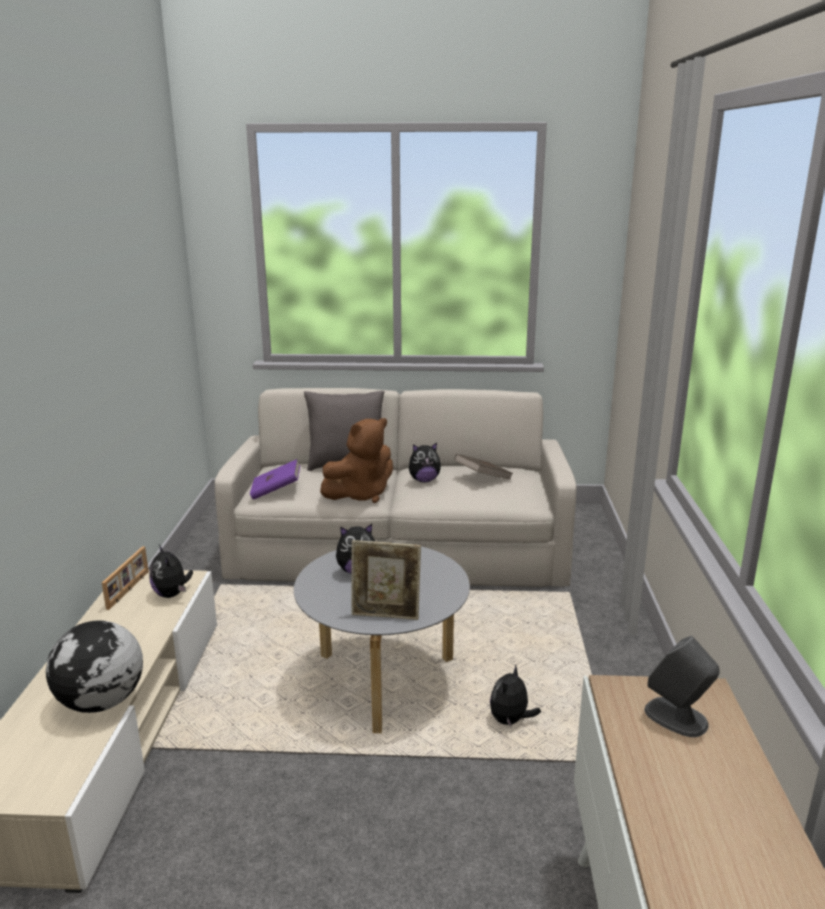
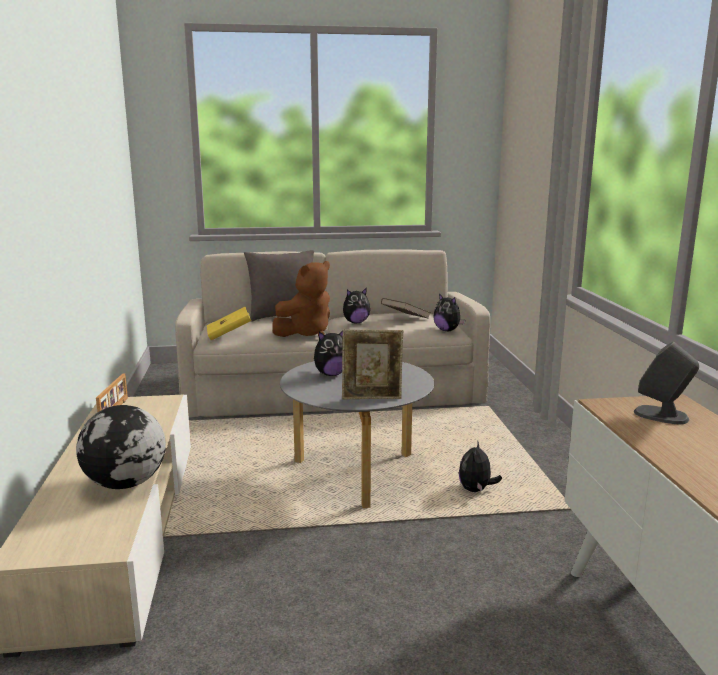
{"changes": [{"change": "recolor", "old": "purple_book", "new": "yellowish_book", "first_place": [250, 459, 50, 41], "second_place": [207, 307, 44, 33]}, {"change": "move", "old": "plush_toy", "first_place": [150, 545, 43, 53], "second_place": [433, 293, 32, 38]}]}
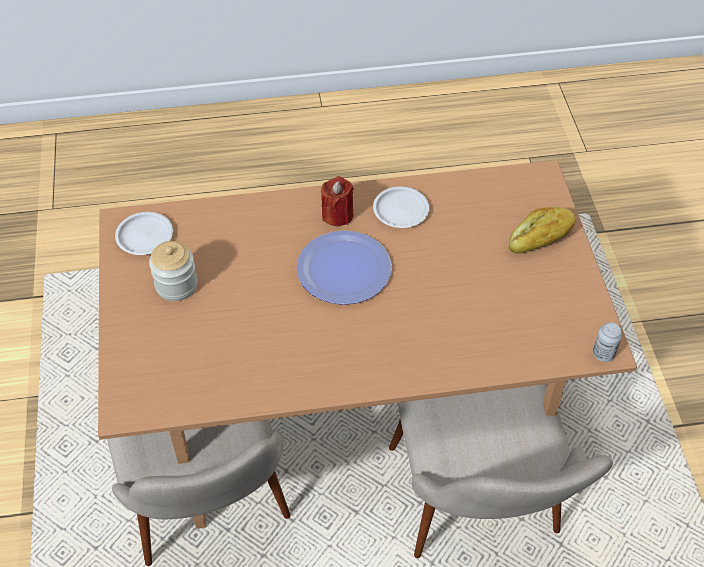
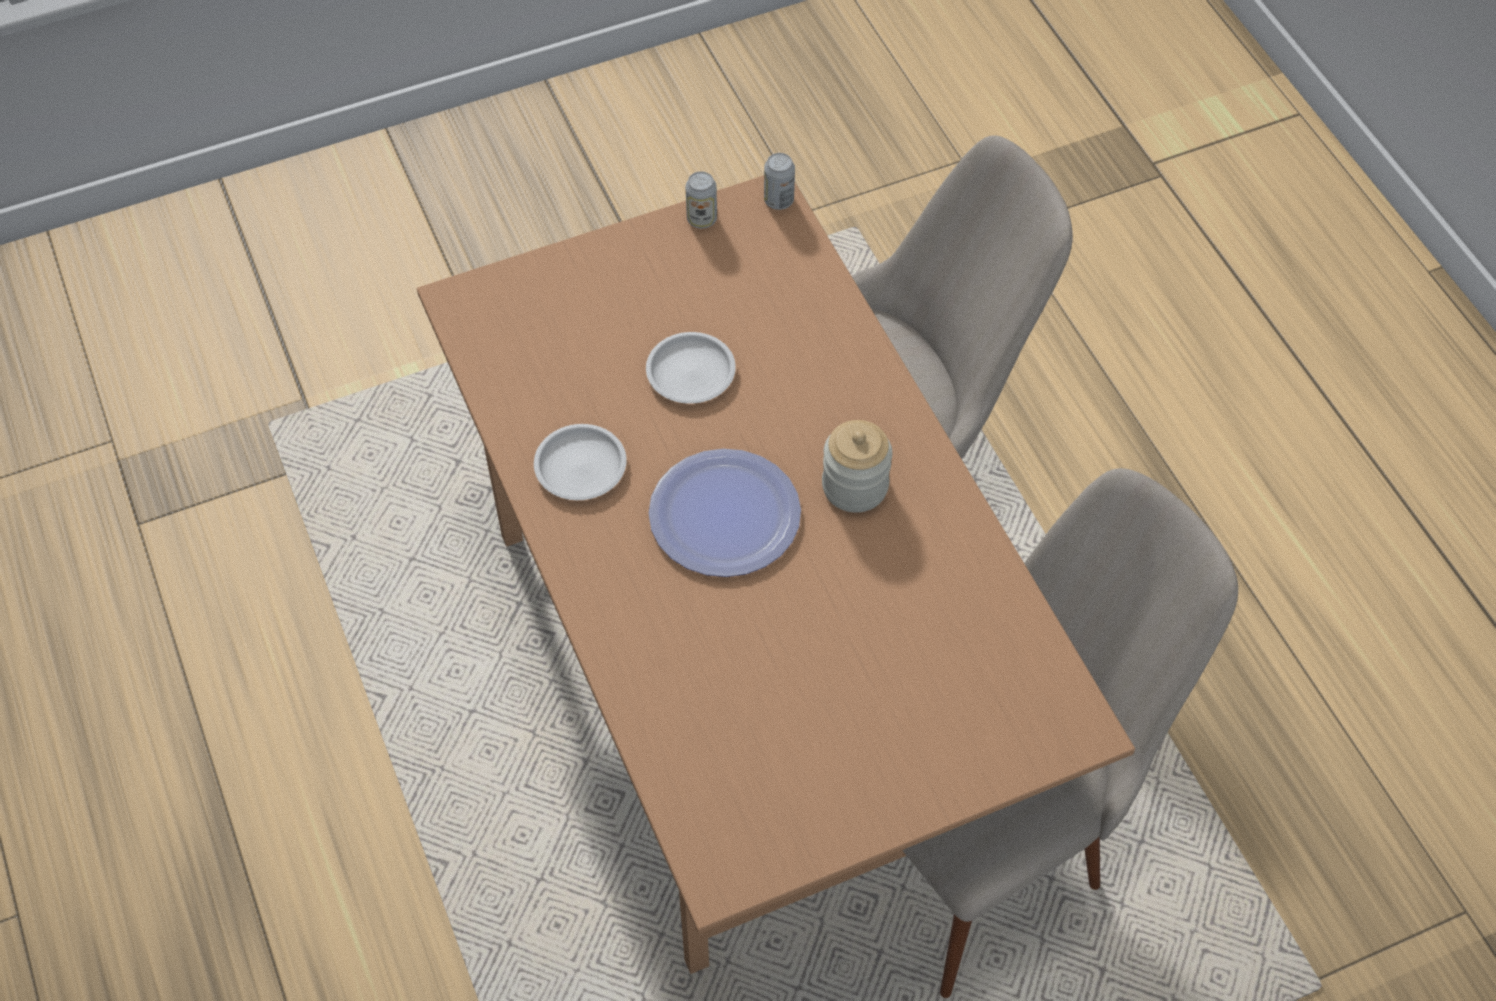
{"changes": [{"change": "move", "old": "white-coloured_dinner_plate", "first_place": [115, 212, 58, 43], "second_place": [646, 332, 90, 72]}, {"change": "insert", "new": "can", "second_place": [686, 171, 31, 57]}, {"change": "move", "old": "preserve_jar", "first_place": [149, 241, 49, 60], "second_place": [822, 420, 70, 93]}, {"change": "delete", "old": "red-coloured_candle", "first_place": [321, 176, 33, 50]}, {"change": "delete", "old": "baked_bread", "first_place": [509, 207, 67, 47]}]}
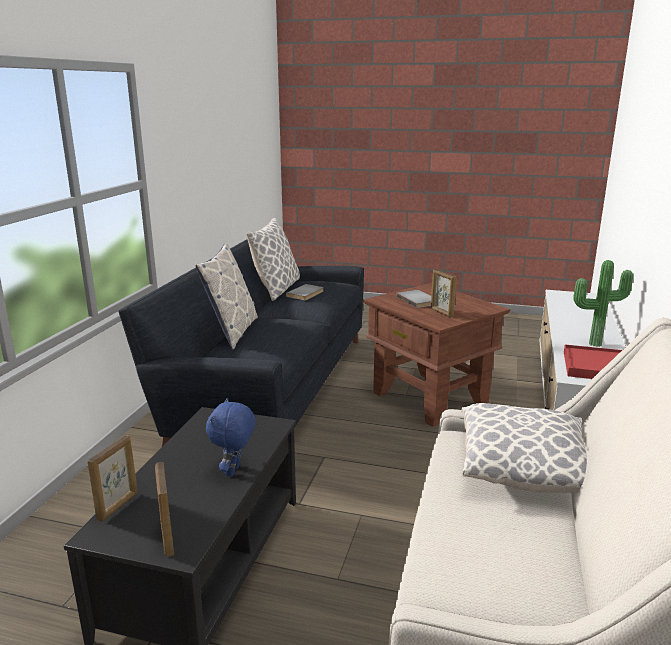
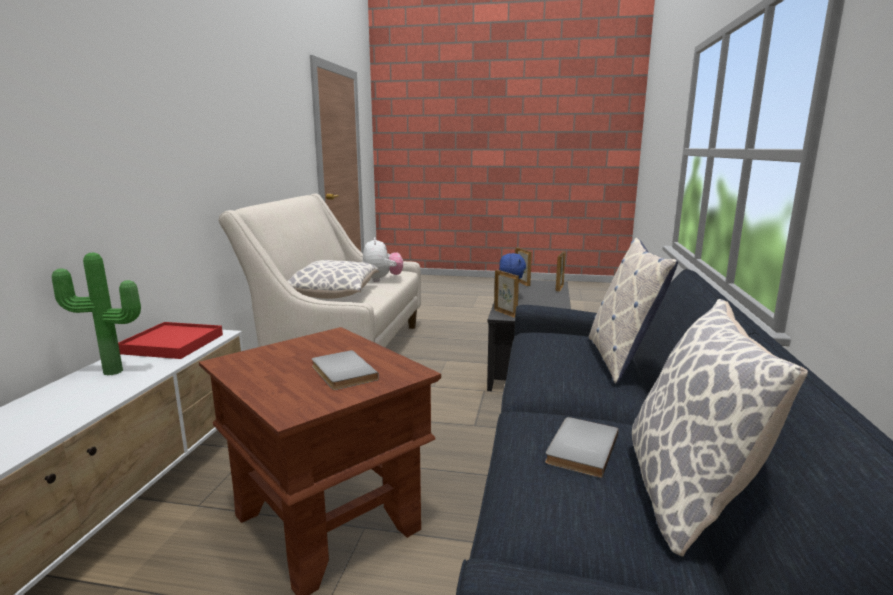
{"changes": [{"change": "insert", "new": "plush_toy", "second_place": [362, 237, 41, 45]}, {"change": "move", "old": "standing_frame", "first_place": [431, 269, 26, 49], "second_place": [494, 270, 25, 48]}]}
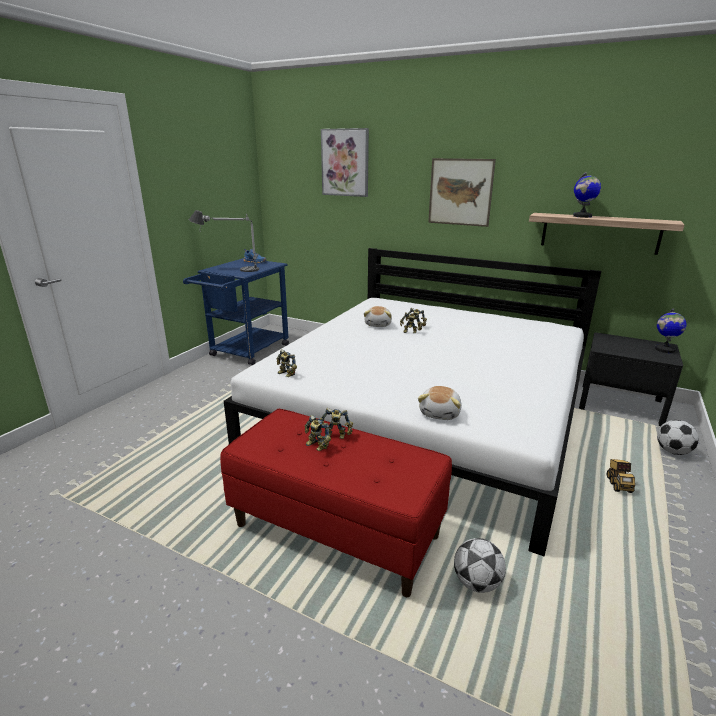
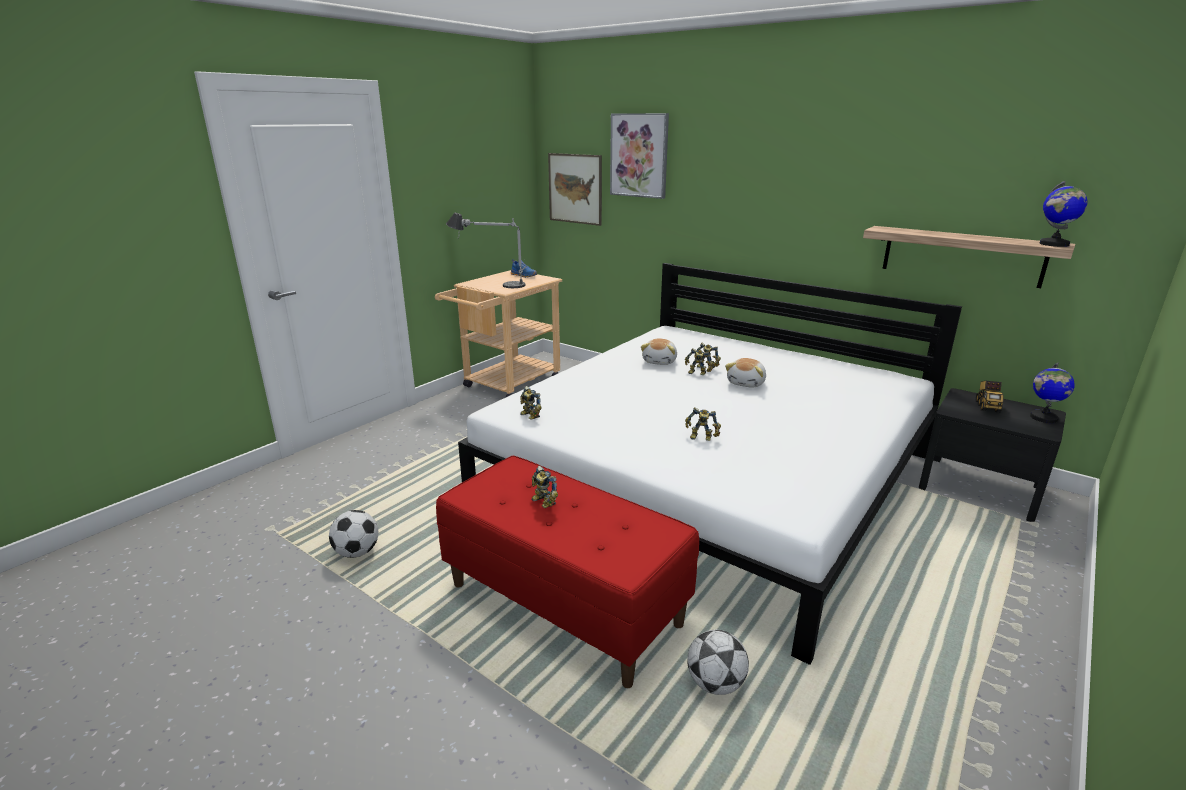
{"changes": [{"change": "move", "old": "football_ball", "first_place": [657, 420, 42, 35], "second_place": [329, 510, 49, 48]}, {"change": "recolor", "old": "bluish_wheeled_cart", "new": "beige-coloured_wheeled_cart", "first_place": [183, 258, 106, 107], "second_place": [435, 270, 127, 127]}, {"change": "move", "old": "wall_art", "first_place": [428, 158, 68, 69], "second_place": [548, 153, 54, 73]}, {"change": "move", "old": "robot_figure", "first_place": [320, 408, 33, 31], "second_place": [685, 407, 36, 34]}, {"change": "move", "old": "plush_toy", "first_place": [418, 386, 44, 34], "second_place": [725, 358, 41, 30]}, {"change": "move", "old": "toy_lorry", "first_place": [607, 459, 28, 34], "second_place": [976, 381, 28, 32]}, {"change": "move", "old": "world_globe", "first_place": [573, 172, 28, 46], "second_place": [1040, 181, 48, 66]}]}
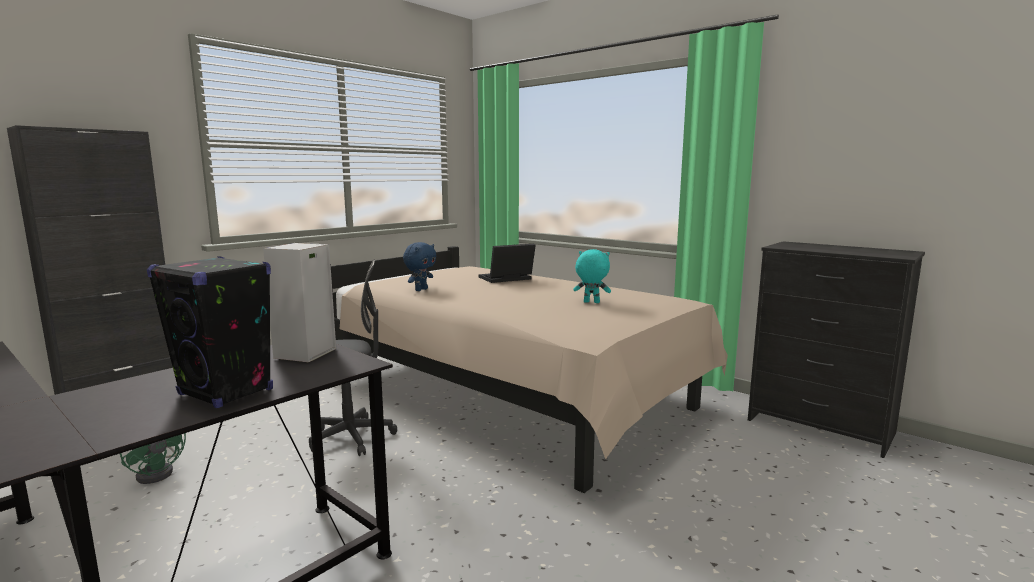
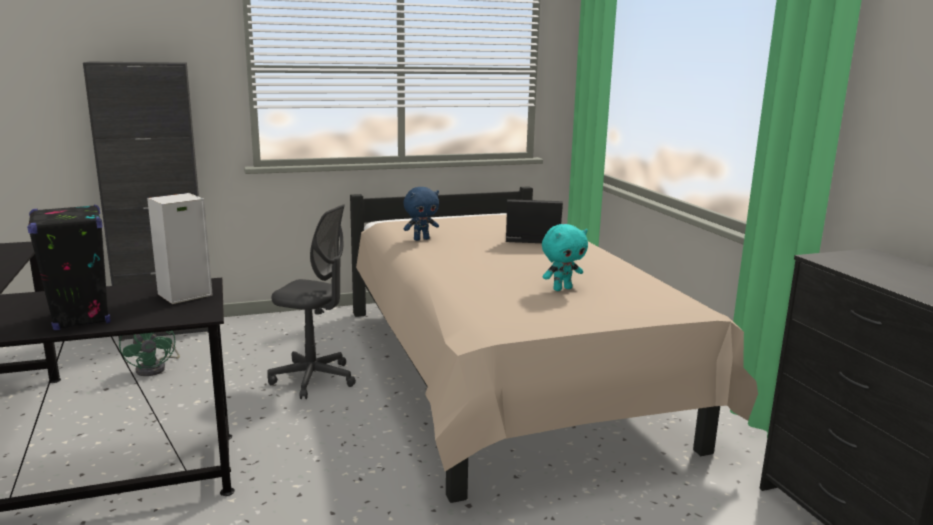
{"changes": [{"change": "rotate", "old": "turquoise_plush_toy", "first_place": [573, 249, 38, 54], "second_place": [542, 224, 46, 67], "degrees": 105}]}
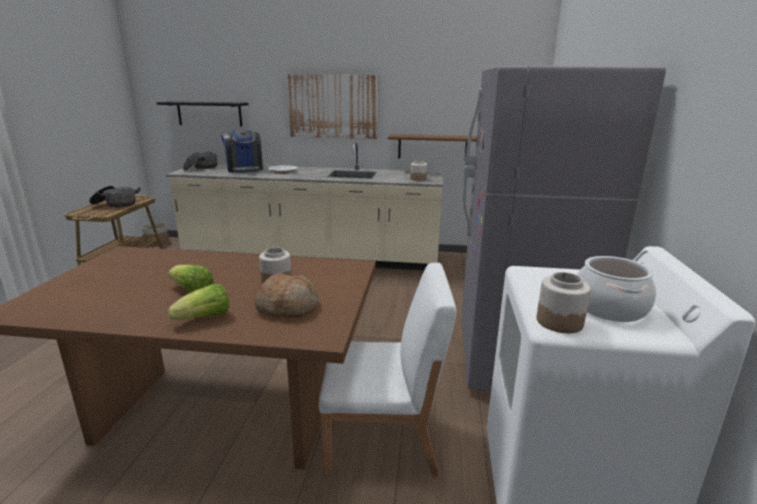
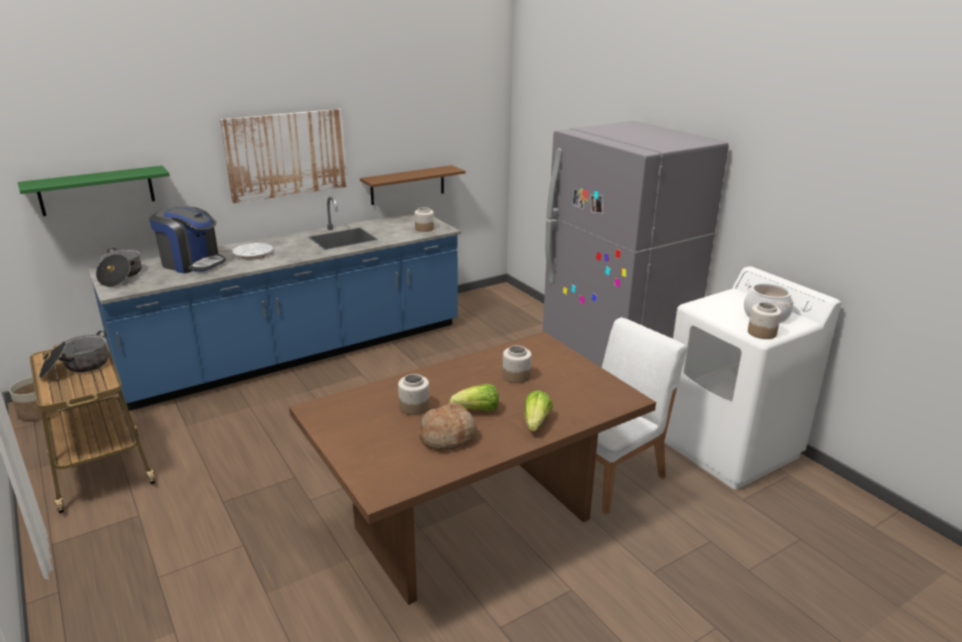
{"changes": [{"change": "recolor", "old": "black_bracket_shelf", "new": "greenish_bracket_shelf", "first_place": [156, 101, 93, 26], "second_place": [18, 166, 152, 50]}, {"change": "recolor", "old": "beige-coloured_kitchen_counter", "new": "bluish_kitchen_counter", "first_place": [166, 142, 277, 128], "second_place": [88, 197, 373, 214]}, {"change": "insert", "new": "preserve_jar", "second_place": [398, 374, 32, 41]}, {"change": "move", "old": "baked_bread", "first_place": [255, 273, 63, 45], "second_place": [419, 403, 58, 48]}]}
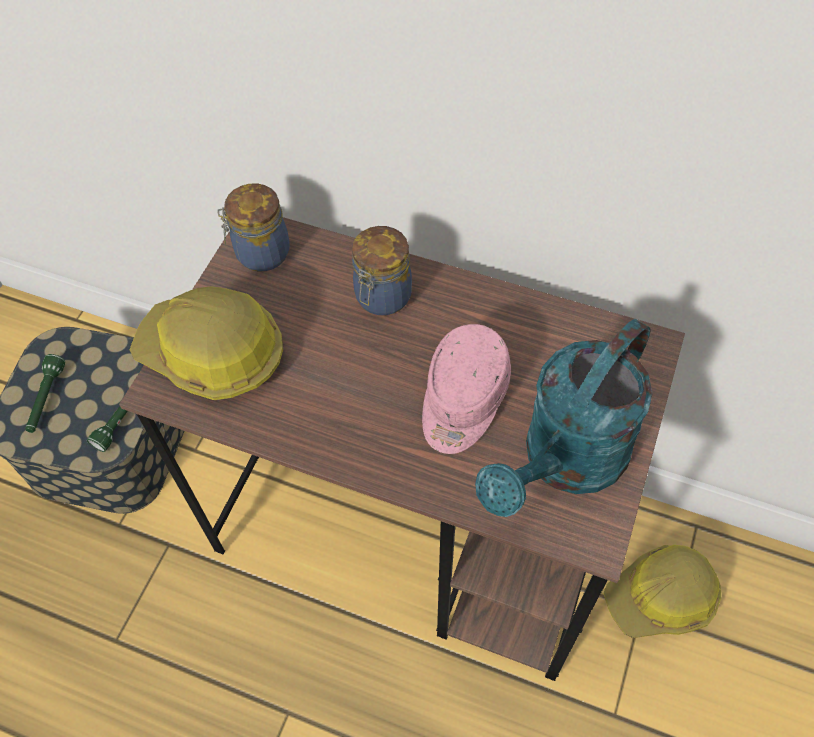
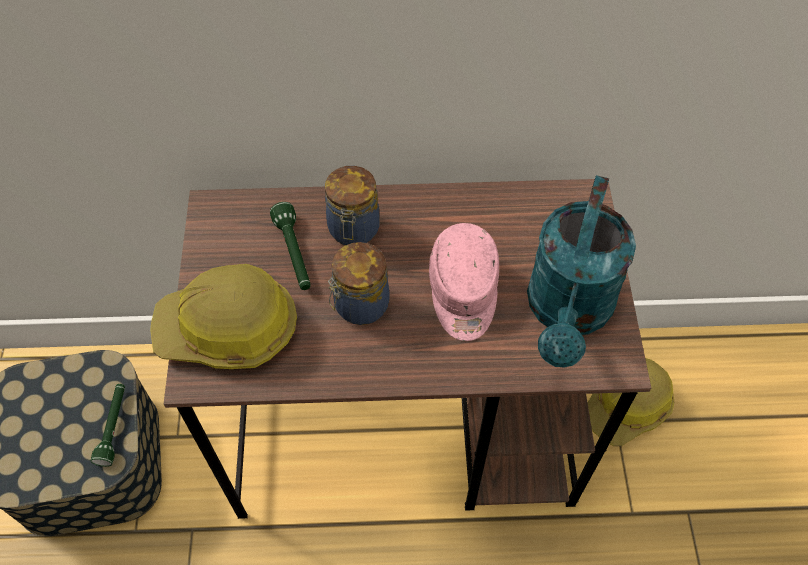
{"changes": [{"change": "move", "old": "greenish_torch", "first_place": [26, 354, 39, 79], "second_place": [270, 202, 41, 88]}, {"change": "move", "old": "preserve_jar", "first_place": [218, 183, 72, 89], "second_place": [328, 242, 62, 83]}]}
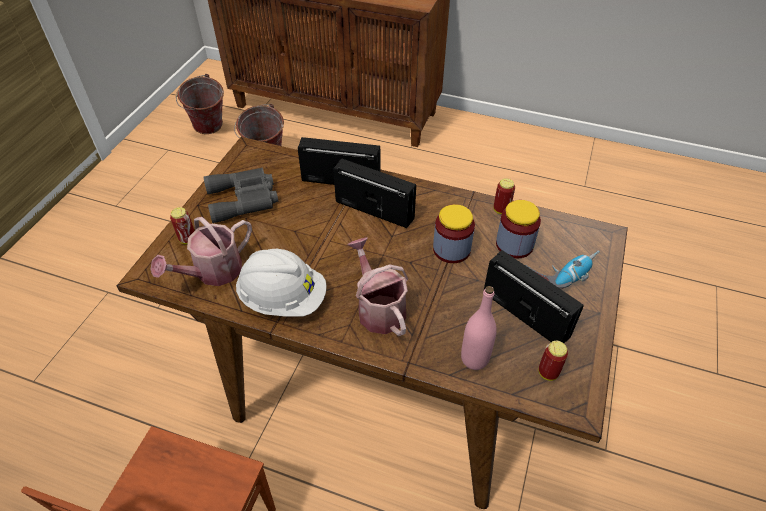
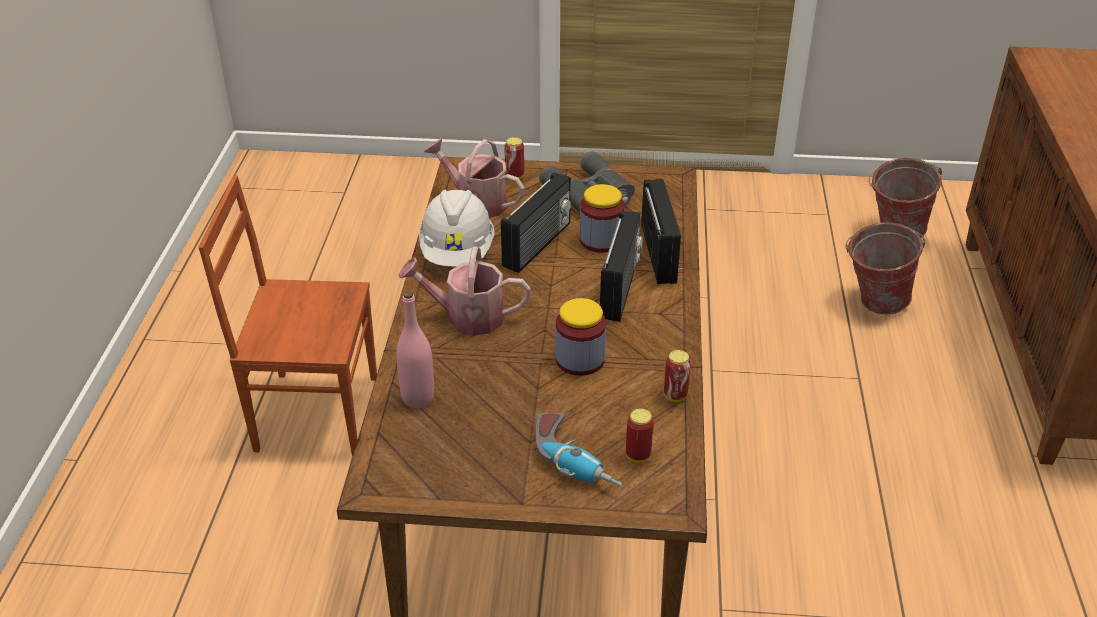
{"changes": [{"change": "rotate", "old": "sprinkling_can", "first_place": [347, 238, 61, 98], "second_place": [398, 246, 132, 90], "degrees": -135}, {"change": "move", "old": "radio_receiver", "first_place": [484, 250, 100, 93], "second_place": [501, 173, 70, 100]}, {"change": "move", "old": "preserve_jar", "first_place": [496, 200, 45, 58], "second_place": [580, 184, 45, 69]}, {"change": "move", "old": "can", "first_place": [538, 341, 30, 40], "second_place": [626, 408, 28, 55]}]}
